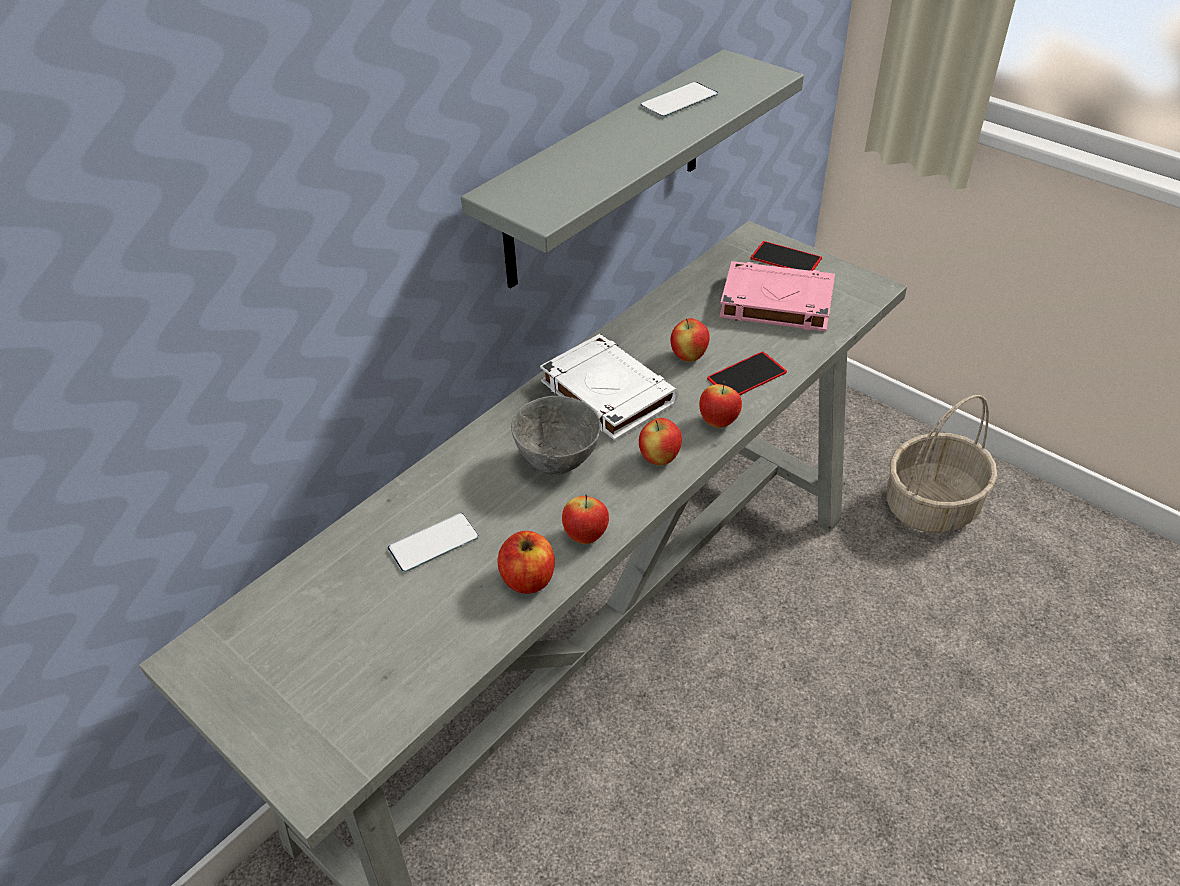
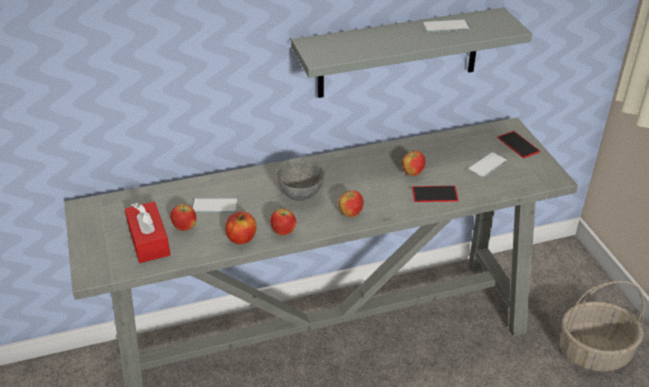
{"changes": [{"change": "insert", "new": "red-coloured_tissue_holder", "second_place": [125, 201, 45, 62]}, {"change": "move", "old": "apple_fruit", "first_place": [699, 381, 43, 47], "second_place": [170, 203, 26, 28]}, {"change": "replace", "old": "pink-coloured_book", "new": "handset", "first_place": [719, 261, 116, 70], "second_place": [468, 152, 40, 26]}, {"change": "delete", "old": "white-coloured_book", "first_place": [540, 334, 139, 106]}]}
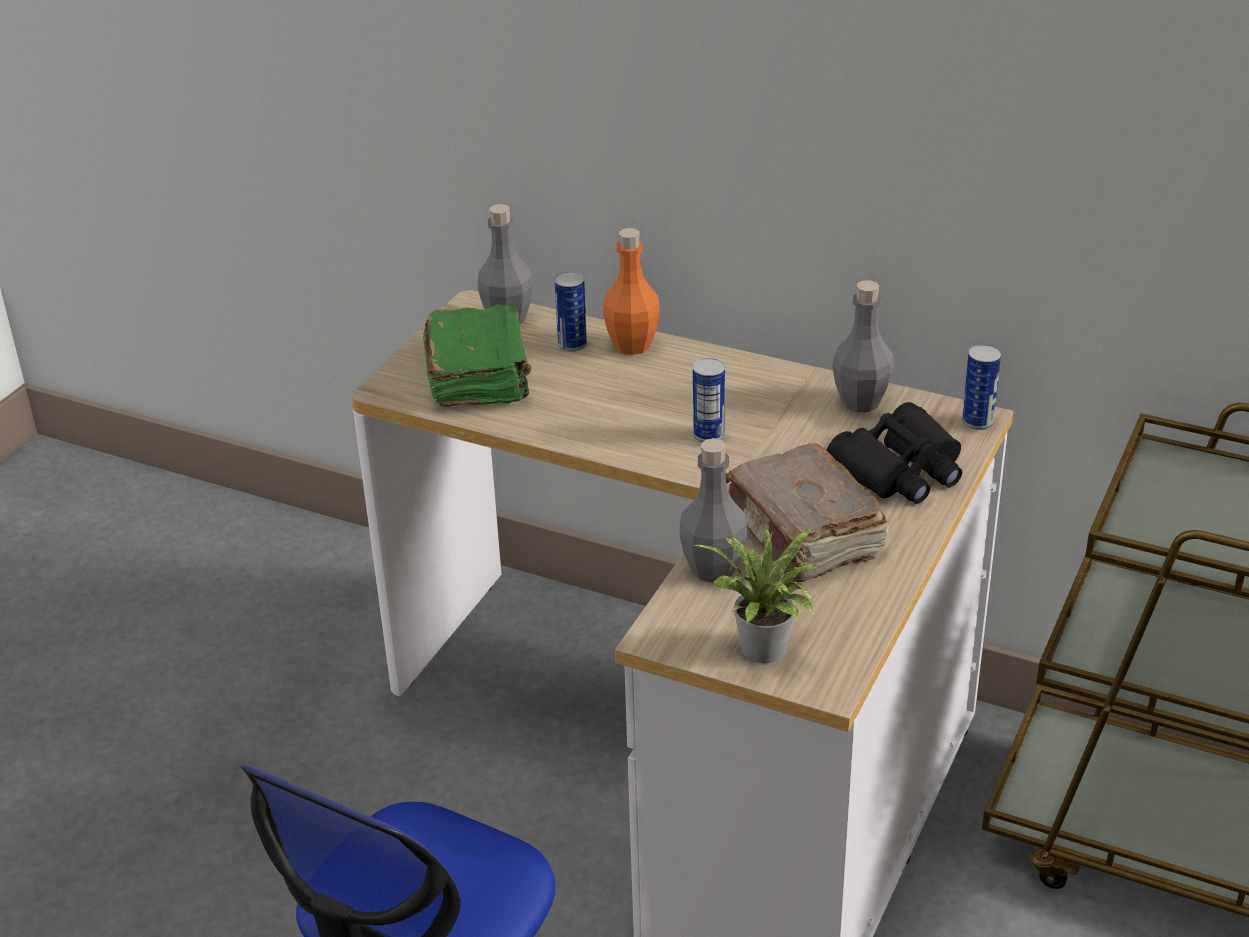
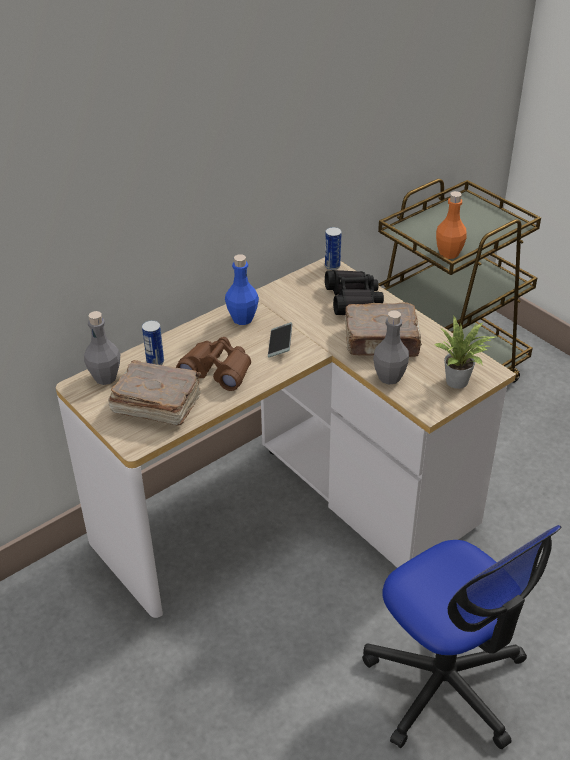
{"changes": [{"change": "recolor", "old": "greenish_book", "new": "brownish_book", "first_place": [423, 304, 108, 103], "second_place": [108, 360, 93, 66]}, {"change": "insert", "new": "brownish_pair_of_binoculars", "second_place": [176, 337, 75, 54]}, {"change": "insert", "new": "bluish_beverage_bottle", "second_place": [225, 254, 34, 71]}, {"change": "replace", "old": "can", "new": "handset", "first_place": [693, 358, 32, 85], "second_place": [268, 322, 24, 36]}, {"change": "move", "old": "orangey_beverage_bottle", "first_place": [603, 228, 57, 127], "second_place": [436, 191, 30, 68]}, {"change": "delete", "old": "gray_beverage_bottle", "first_place": [832, 280, 62, 132]}]}
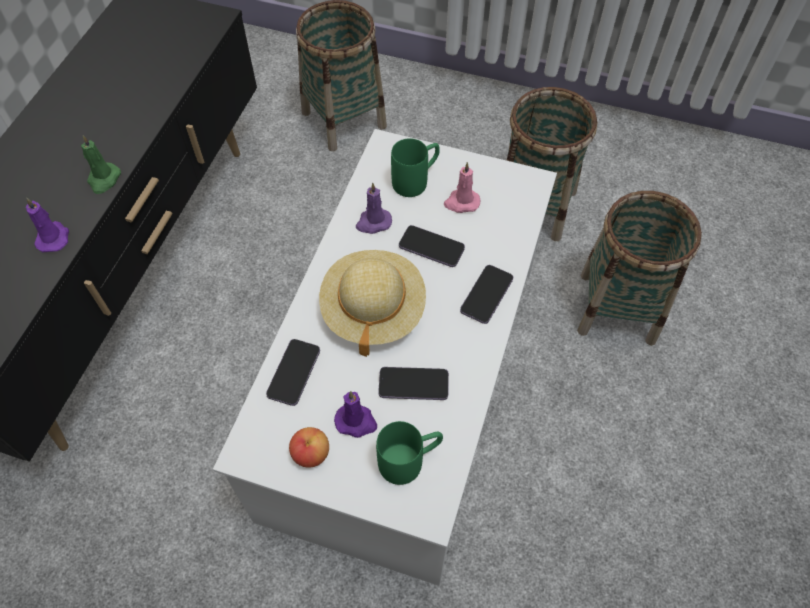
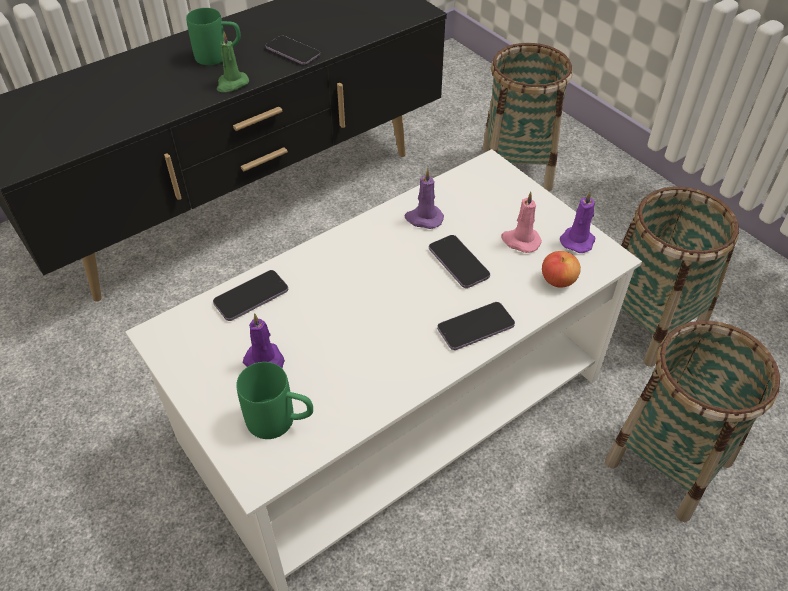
{"changes": [{"change": "move", "old": "greenish_mug", "first_place": [391, 138, 49, 59], "second_place": [186, 8, 55, 57]}, {"change": "move", "old": "handset", "first_place": [378, 367, 71, 33], "second_place": [265, 35, 55, 30]}, {"change": "move", "old": "apple_fruit", "first_place": [289, 427, 40, 41], "second_place": [542, 251, 39, 37]}, {"change": "move", "old": "purple_candle", "first_place": [26, 198, 43, 54], "second_place": [560, 191, 35, 62]}, {"change": "delete", "old": "beige-coloured_wearable_hat", "first_place": [319, 250, 107, 107]}]}
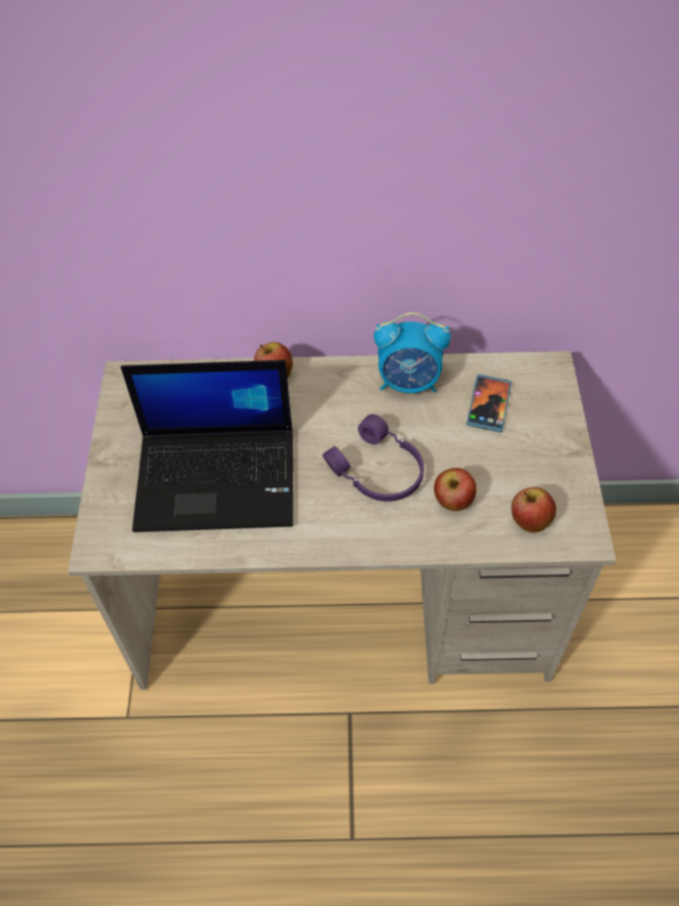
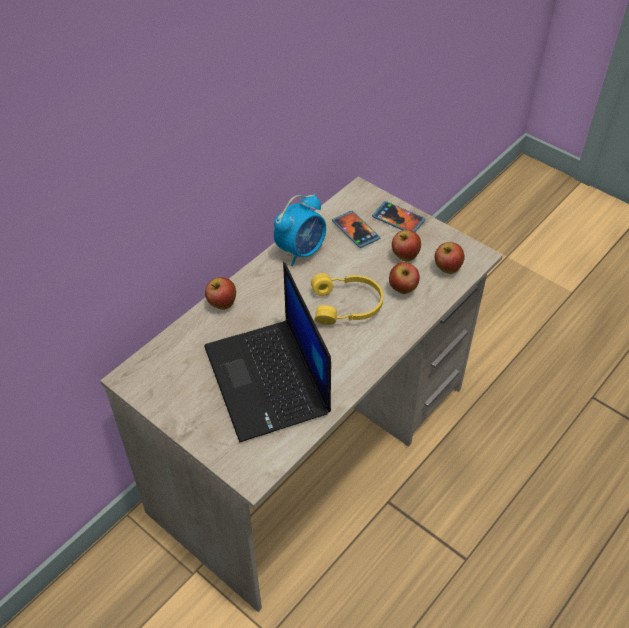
{"changes": [{"change": "rotate", "old": "portable_computer", "first_place": [120, 360, 173, 172], "second_place": [204, 262, 127, 180], "degrees": 120}, {"change": "recolor", "old": "purple_pair_of_headphones", "new": "yellowish_pair_of_headphones", "first_place": [322, 414, 102, 88], "second_place": [311, 273, 72, 52]}, {"change": "insert", "new": "handset", "second_place": [372, 201, 53, 31]}, {"change": "insert", "new": "apple_fruit", "second_place": [392, 230, 29, 31]}]}
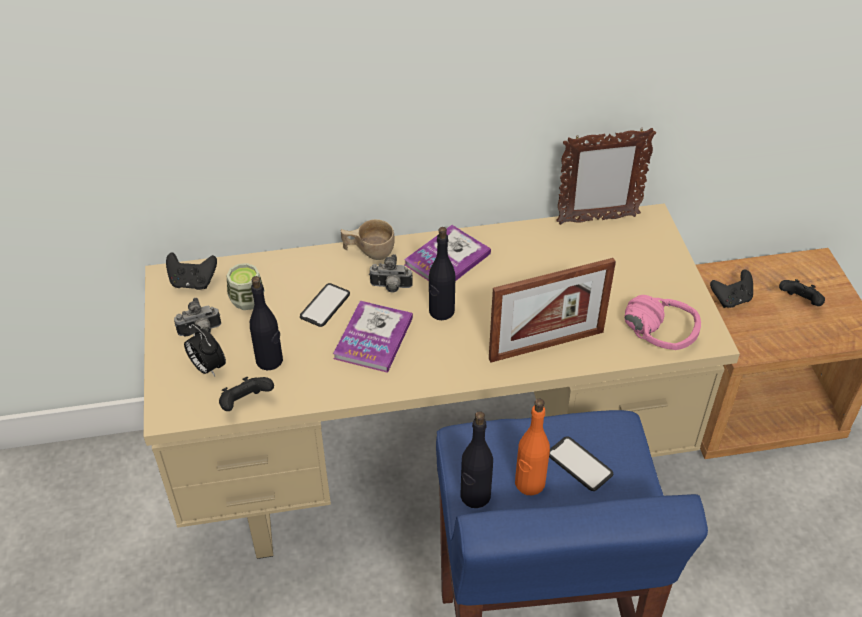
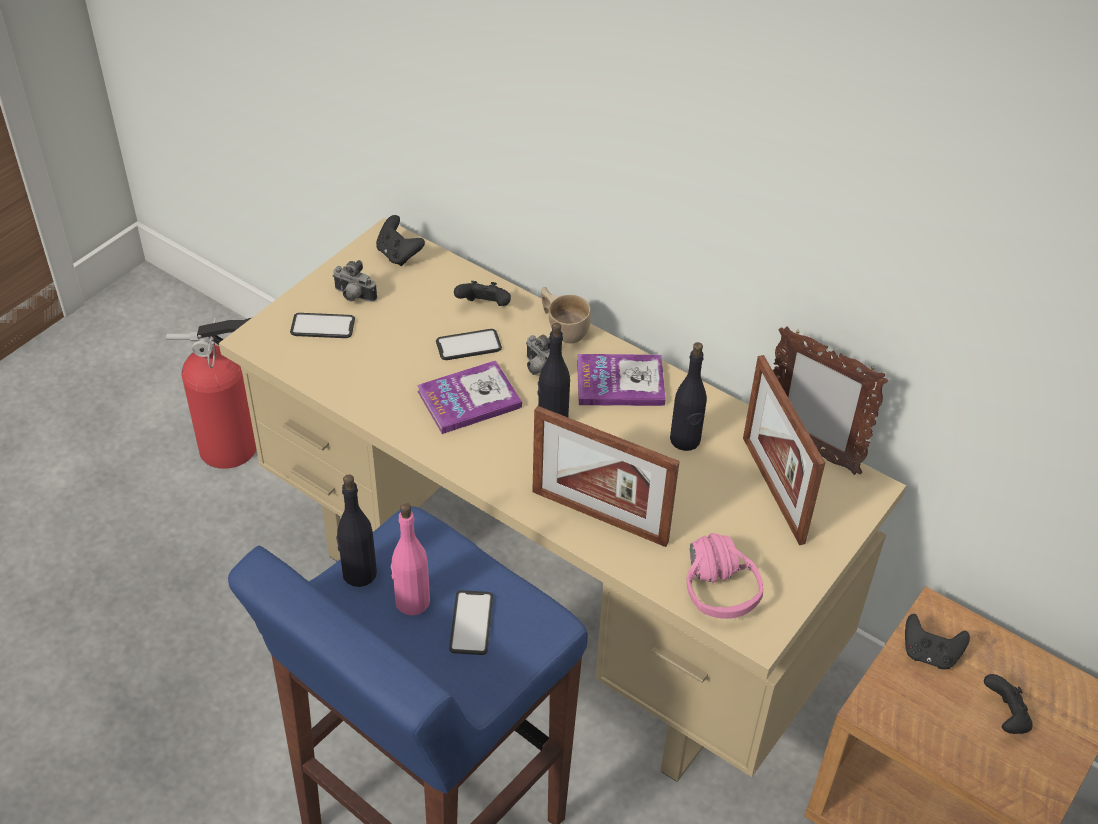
{"changes": [{"change": "insert", "new": "fire-fighting_cylinder", "second_place": [166, 317, 91, 152]}, {"change": "replace", "old": "alarm_clock", "new": "handset", "first_place": [183, 324, 43, 52], "second_place": [290, 313, 65, 25]}, {"change": "recolor", "old": "orangey_beverage_bottle", "new": "pink-coloured_beverage_bottle", "first_place": [515, 399, 35, 96], "second_place": [391, 503, 39, 112]}, {"change": "move", "old": "black_game_controller", "first_place": [219, 377, 55, 34], "second_place": [454, 281, 57, 25]}, {"change": "move", "old": "black_beverage_bottle", "first_place": [250, 276, 33, 95], "second_place": [670, 342, 37, 109]}, {"change": "insert", "new": "standing_frame", "second_place": [743, 355, 82, 190]}, {"change": "delete", "old": "small_cup", "first_place": [227, 263, 38, 47]}]}
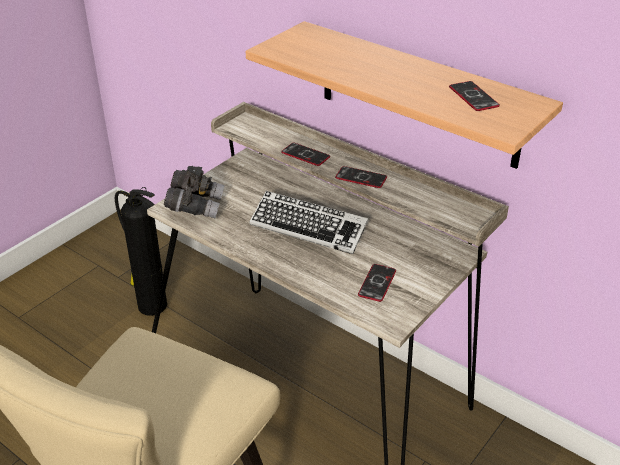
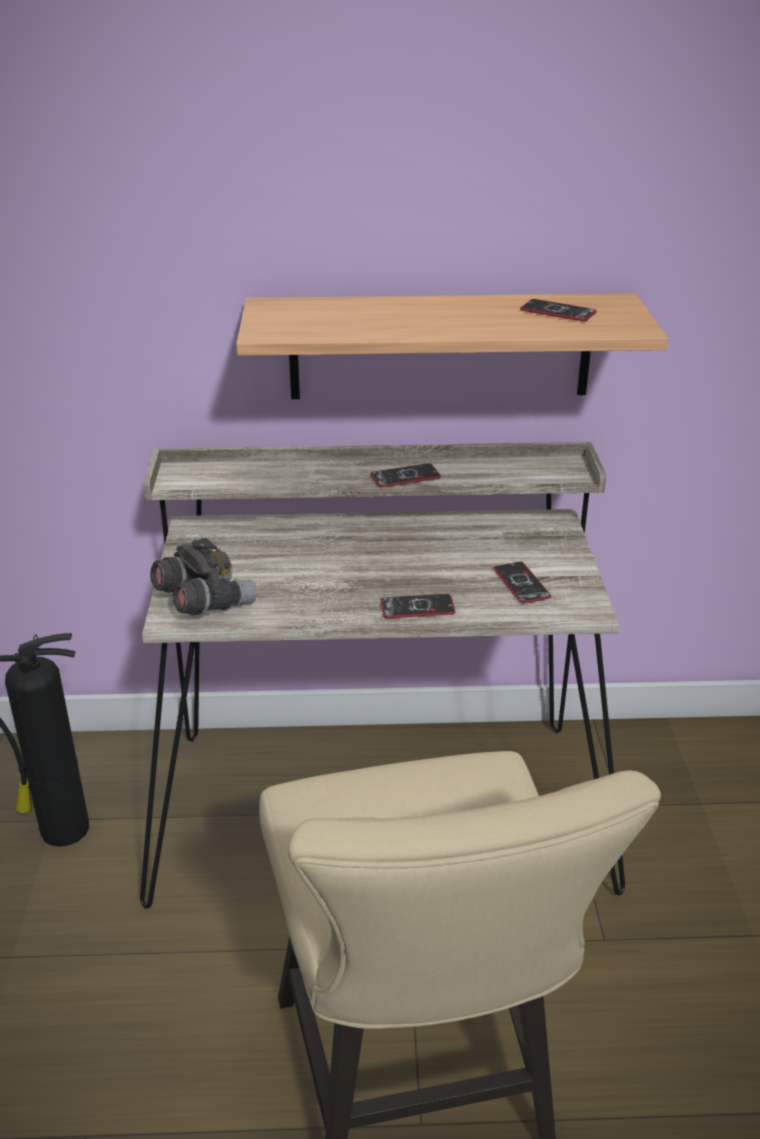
{"changes": [{"change": "move", "old": "handset", "first_place": [281, 143, 49, 23], "second_place": [380, 594, 76, 24]}, {"change": "delete", "old": "keyboard", "first_place": [250, 191, 118, 63]}]}
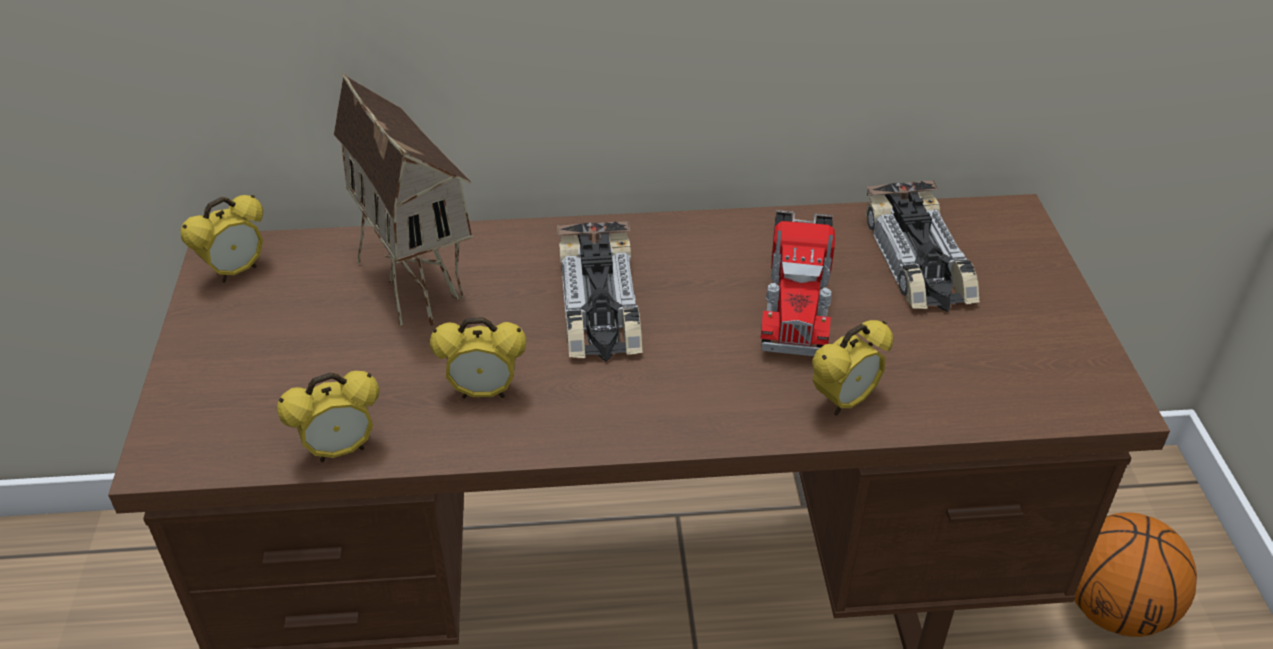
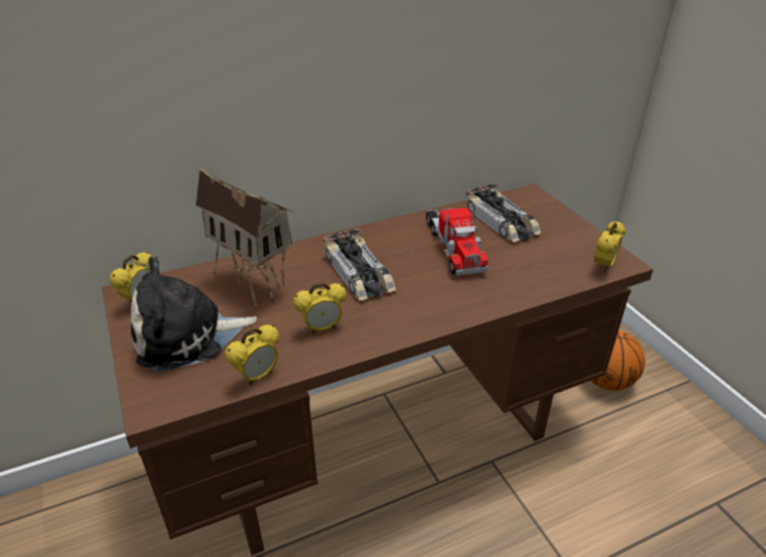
{"changes": [{"change": "insert", "new": "plush_toy", "second_place": [131, 256, 126, 115]}, {"change": "move", "old": "alarm_clock", "first_place": [812, 320, 81, 95], "second_place": [594, 221, 32, 52]}]}
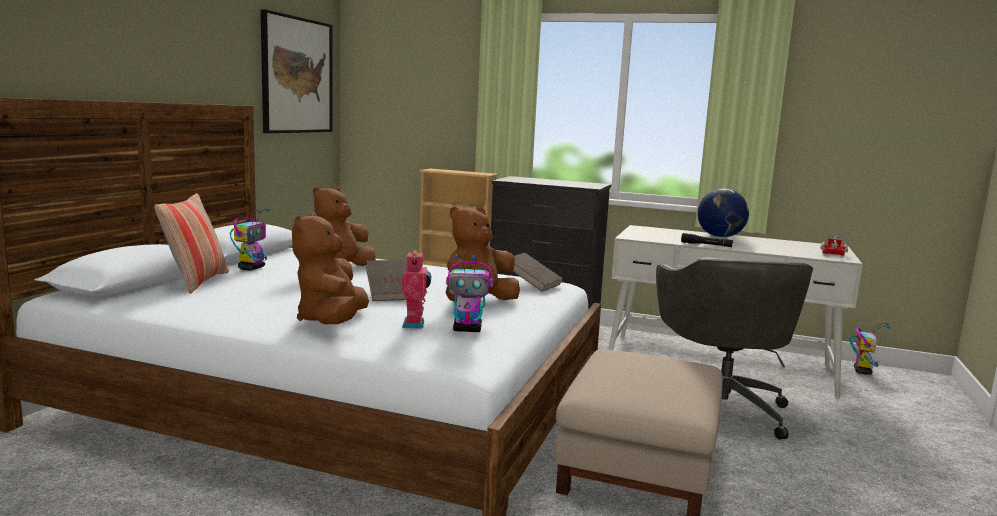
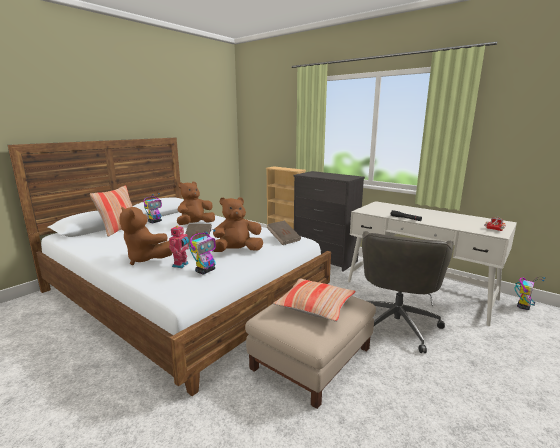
{"changes": [{"change": "rotate", "old": "brownish_plush_toy", "first_place": [292, 213, 77, 111], "second_place": [120, 207, 53, 58], "degrees": -75}, {"change": "rotate", "old": "robot_figure", "first_place": [446, 254, 48, 78], "second_place": [189, 229, 27, 45], "degrees": -75}, {"change": "insert", "new": "cushion", "second_place": [273, 278, 83, 44]}, {"change": "delete", "old": "wall_art", "first_place": [261, 9, 72, 124]}, {"change": "delete", "old": "world_globe", "first_place": [698, 188, 51, 50]}]}
